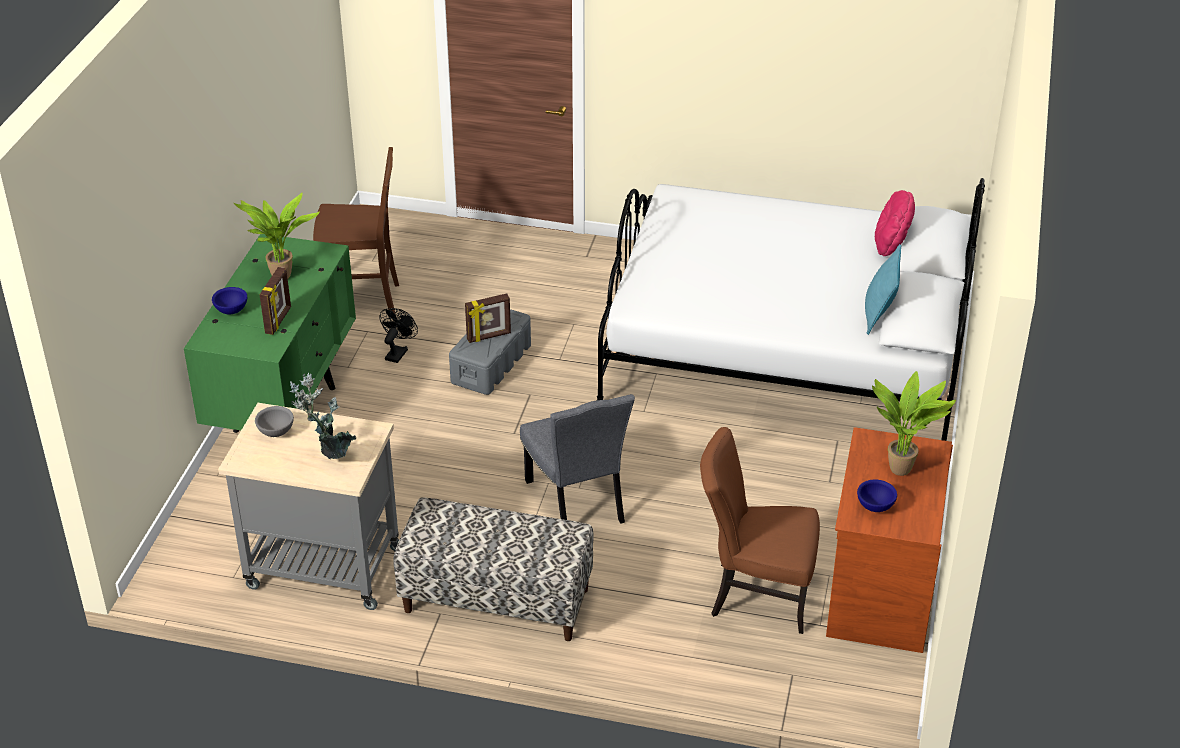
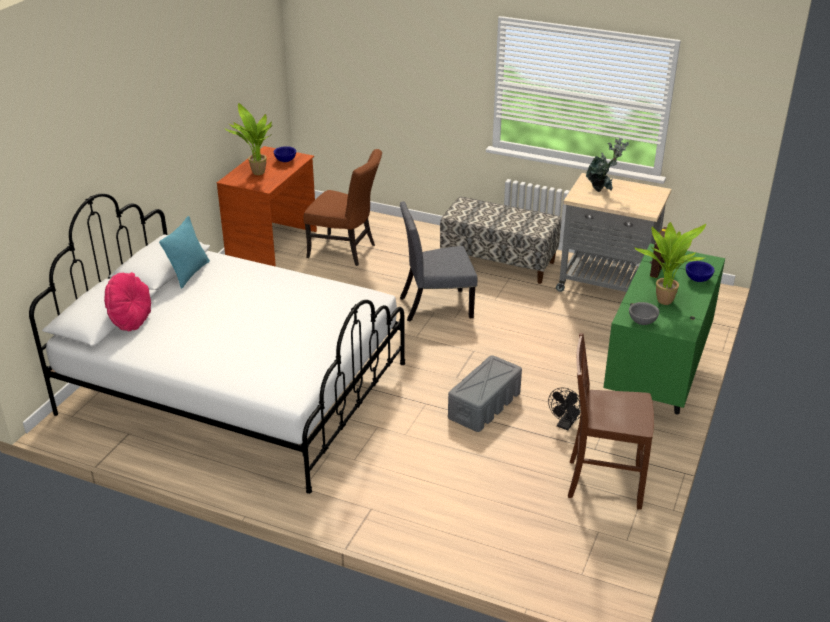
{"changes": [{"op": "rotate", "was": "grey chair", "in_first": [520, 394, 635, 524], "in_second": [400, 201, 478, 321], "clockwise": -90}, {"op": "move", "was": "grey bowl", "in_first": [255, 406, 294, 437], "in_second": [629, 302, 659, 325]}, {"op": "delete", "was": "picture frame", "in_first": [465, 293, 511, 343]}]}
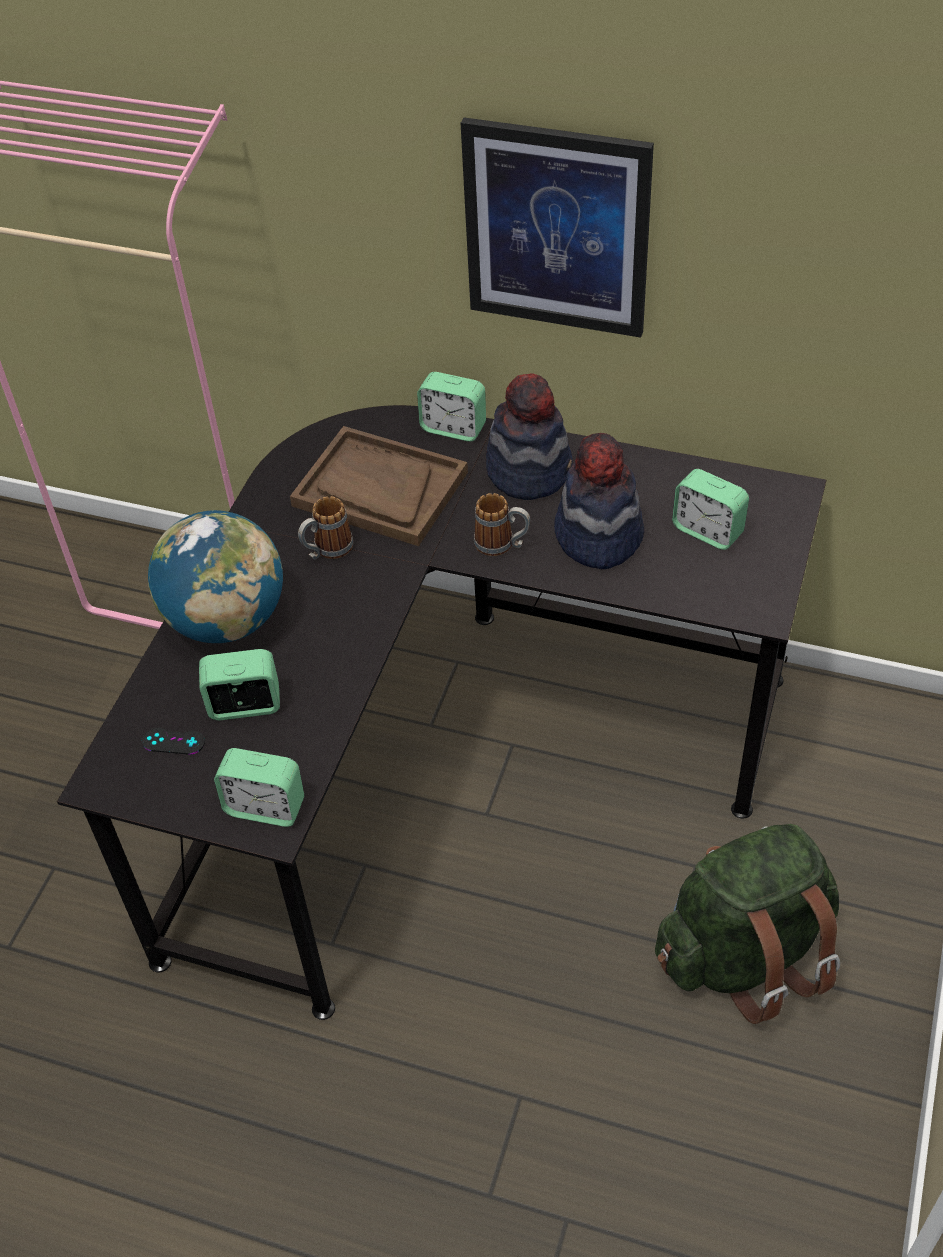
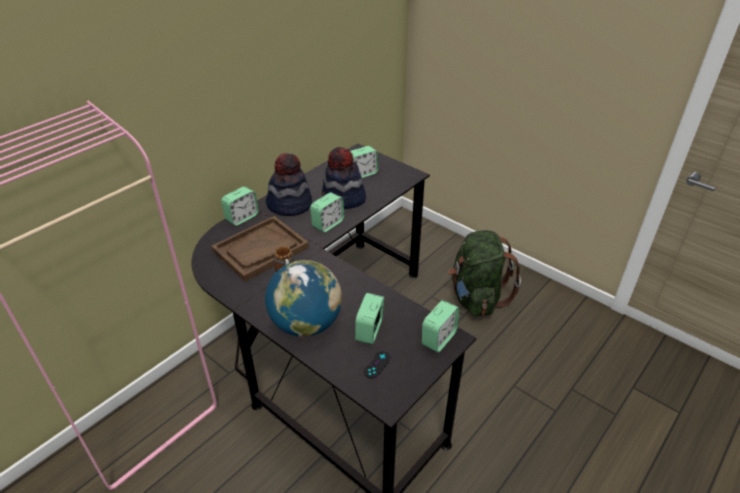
{"changes": [{"op": "replace", "was": "mug", "now": "alarm clock", "in_first": [474, 493, 531, 556], "in_second": [310, 192, 344, 233]}, {"op": "delete", "was": "picture", "in_first": [461, 118, 654, 338]}]}
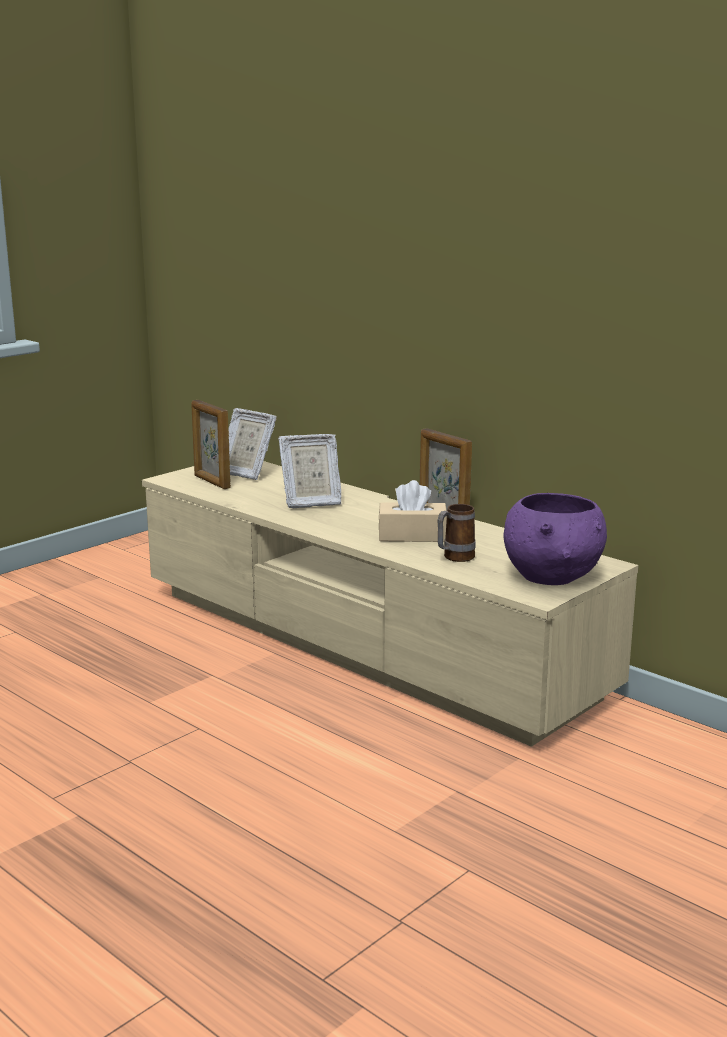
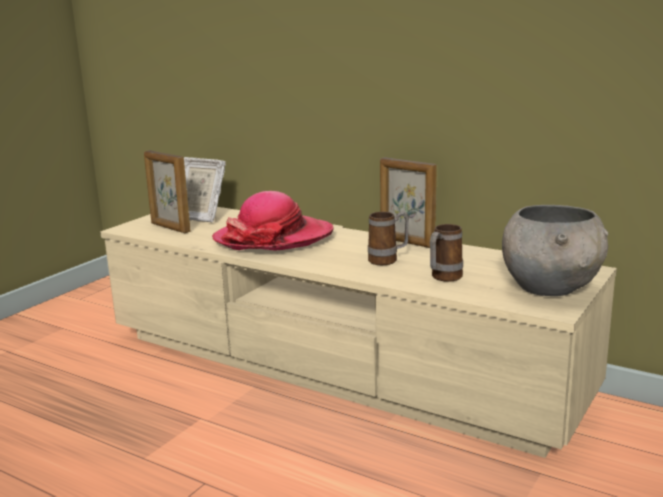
{"changes": [{"op": "replace", "was": "picture frame", "now": "hat", "in_first": [278, 434, 341, 508], "in_second": [212, 191, 334, 251]}, {"op": "replace", "was": "beige tissue box", "now": "mug", "in_first": [378, 480, 447, 542], "in_second": [368, 211, 409, 265]}, {"op": "recolor", "was": "purple bowl", "now": "grey bowl", "in_first": [504, 493, 607, 585], "in_second": [502, 205, 608, 296]}]}
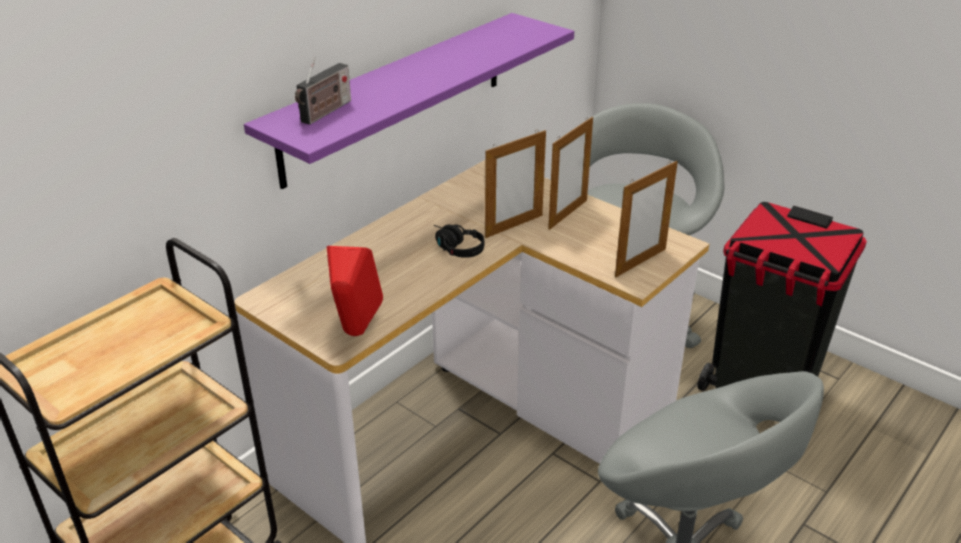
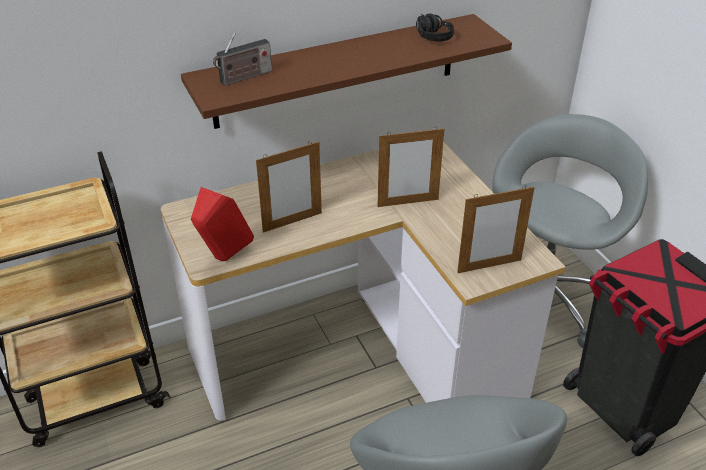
{"changes": [{"op": "recolor", "was": "purple shelf", "now": "brown shelf", "in_first": [244, 13, 574, 189], "in_second": [181, 14, 512, 129]}, {"op": "move", "was": "picture frame", "in_first": [548, 117, 593, 230], "in_second": [256, 141, 322, 232]}, {"op": "move", "was": "black headphones", "in_first": [434, 225, 484, 258], "in_second": [416, 13, 454, 42]}]}
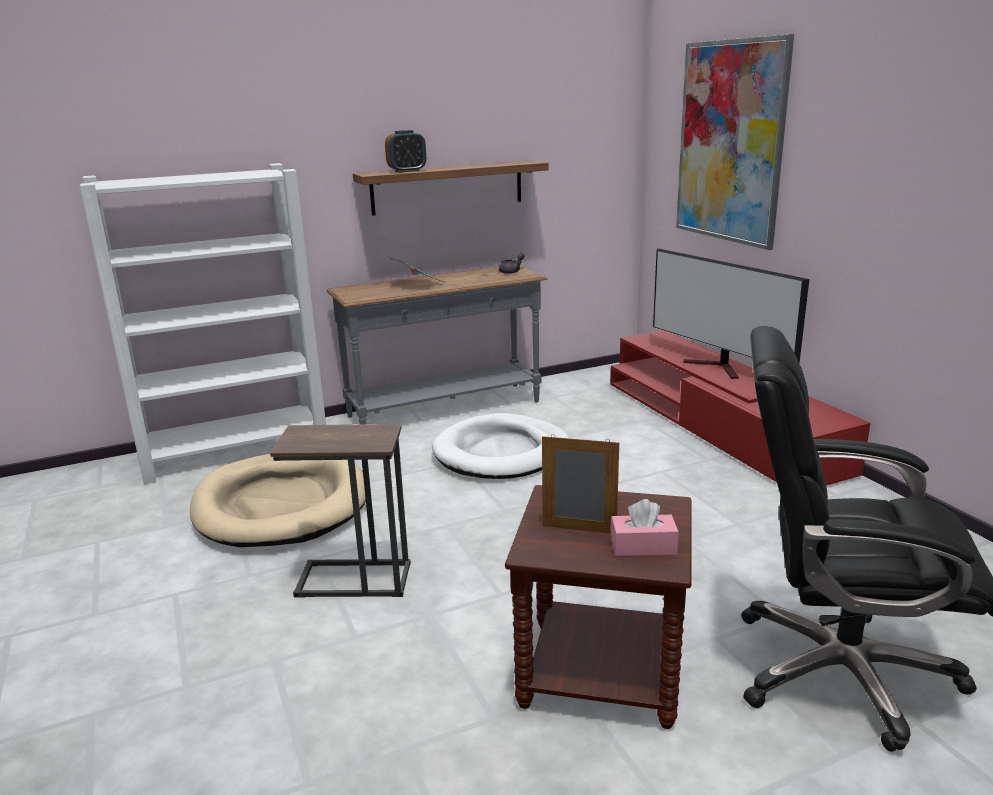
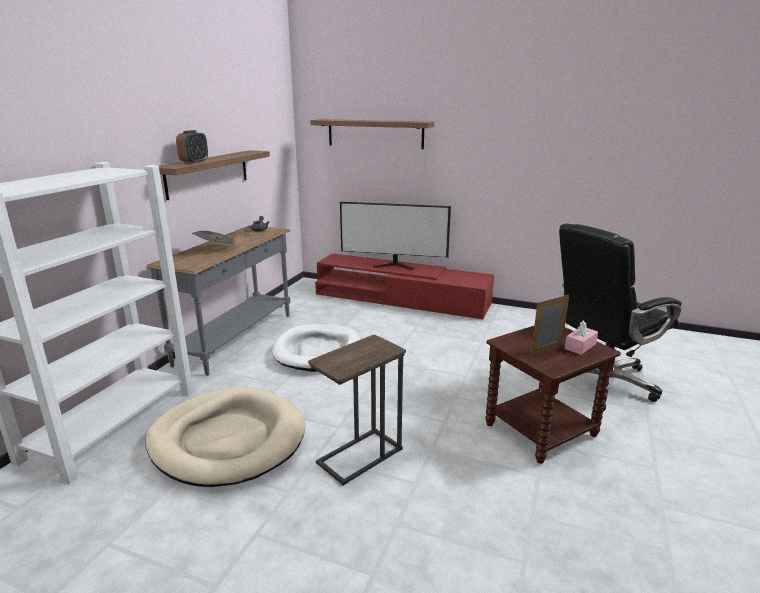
{"changes": [{"op": "replace", "was": "picture", "now": "shelf", "in_first": [676, 34, 794, 250], "in_second": [310, 119, 434, 149]}]}
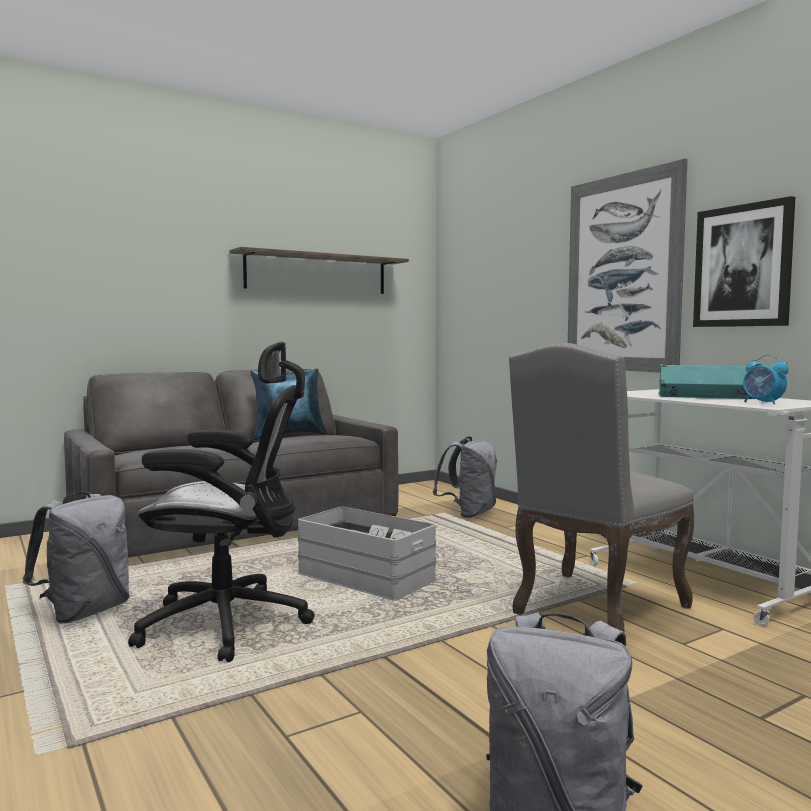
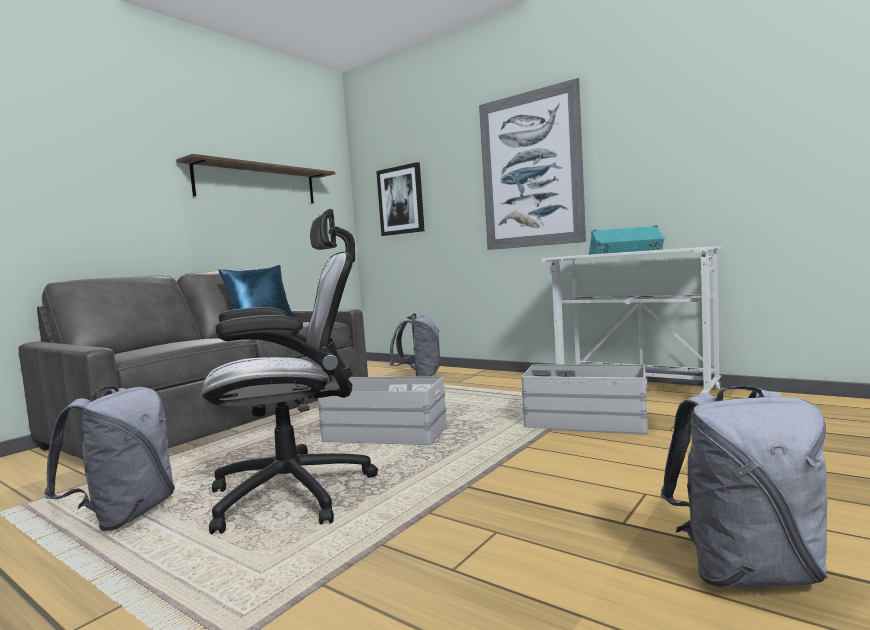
{"changes": [{"op": "move", "was": "picture", "in_first": [693, 196, 795, 327], "in_second": [376, 162, 425, 236]}, {"op": "replace", "was": "grey chair", "now": "grey storage box", "in_first": [509, 343, 694, 632], "in_second": [521, 364, 648, 435]}, {"op": "delete", "was": "alarm clock", "in_first": [743, 354, 789, 404]}]}
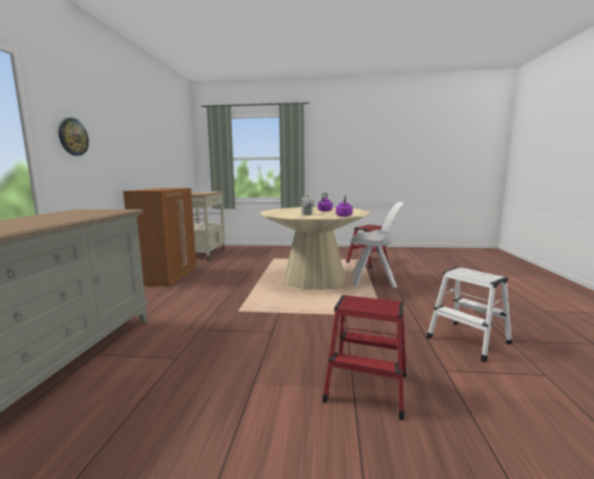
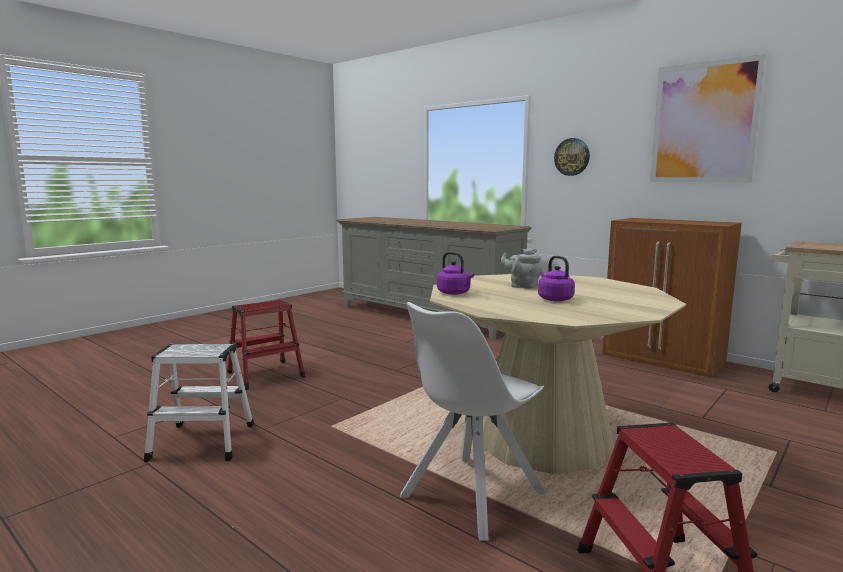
{"changes": [{"op": "insert", "now": "picture", "in_second": [650, 54, 766, 183]}]}
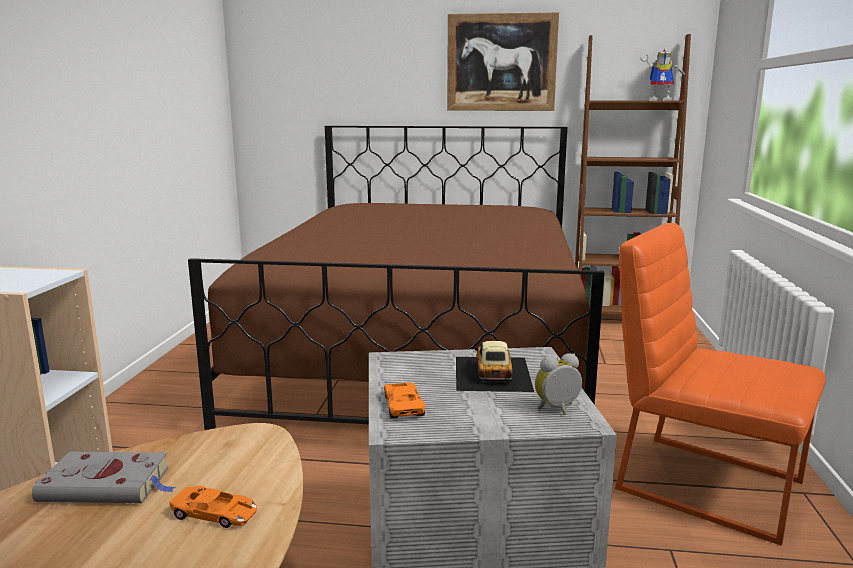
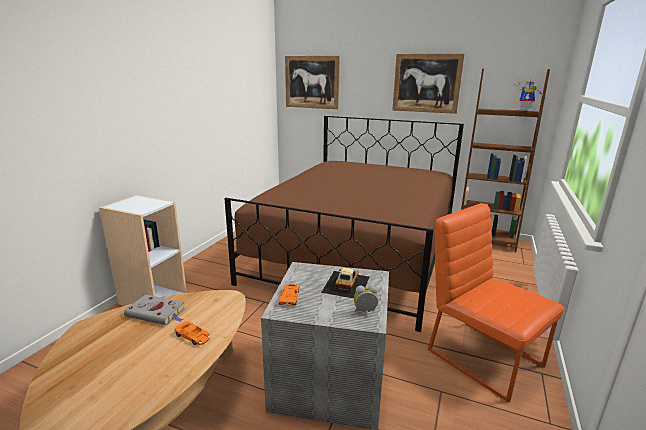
{"changes": [{"op": "insert", "now": "picture", "in_second": [285, 56, 340, 109]}]}
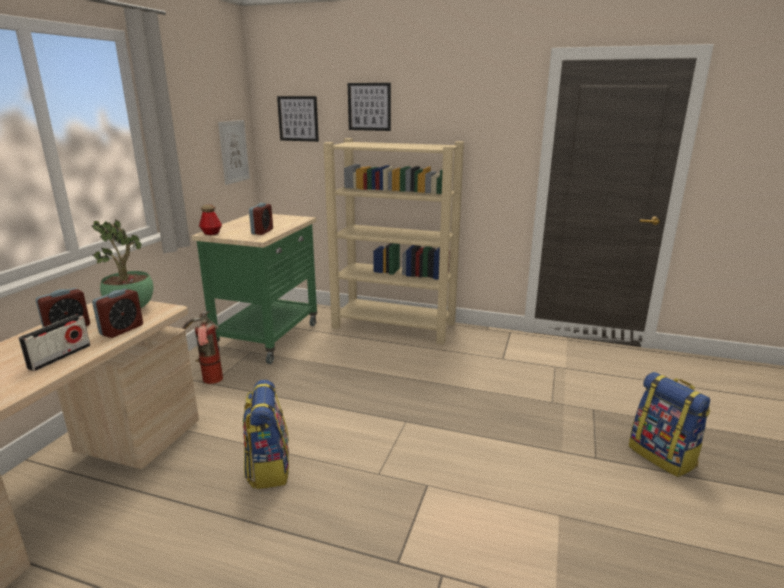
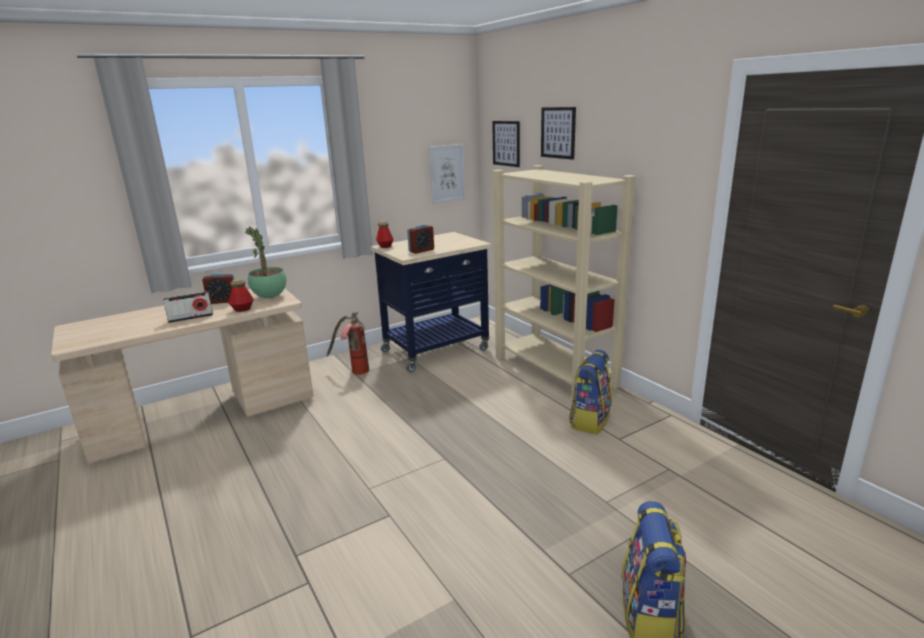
{"changes": [{"op": "replace", "was": "alarm clock", "now": "bottle", "in_first": [92, 289, 143, 338], "in_second": [228, 279, 254, 312]}, {"op": "recolor", "was": "green cart", "now": "blue cart", "in_first": [192, 214, 317, 364], "in_second": [371, 232, 492, 373]}, {"op": "move", "was": "backpack", "in_first": [243, 380, 289, 489], "in_second": [569, 350, 612, 434]}]}
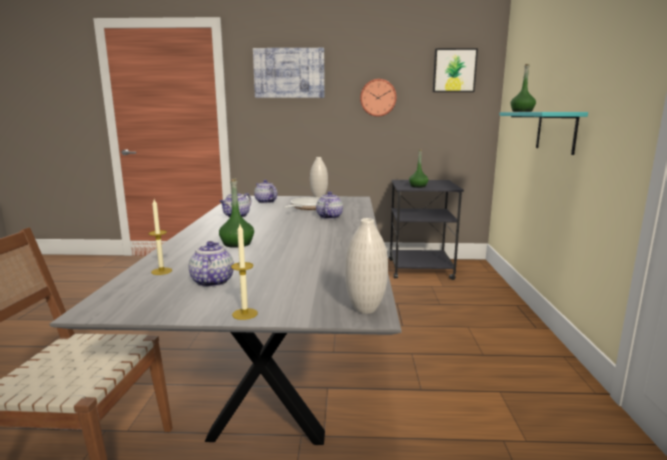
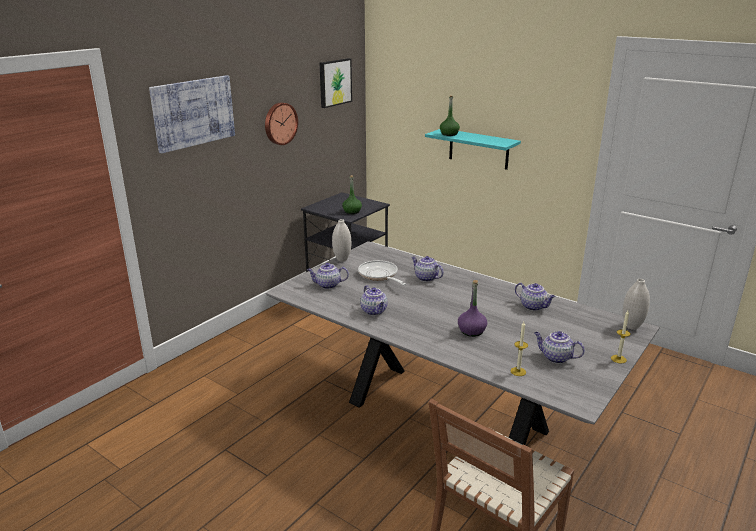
{"changes": [{"op": "recolor", "was": "green bottle", "now": "purple bottle", "in_first": [219, 178, 254, 248], "in_second": [458, 280, 487, 337]}, {"op": "insert", "now": "teapot", "in_second": [515, 283, 556, 311]}]}
